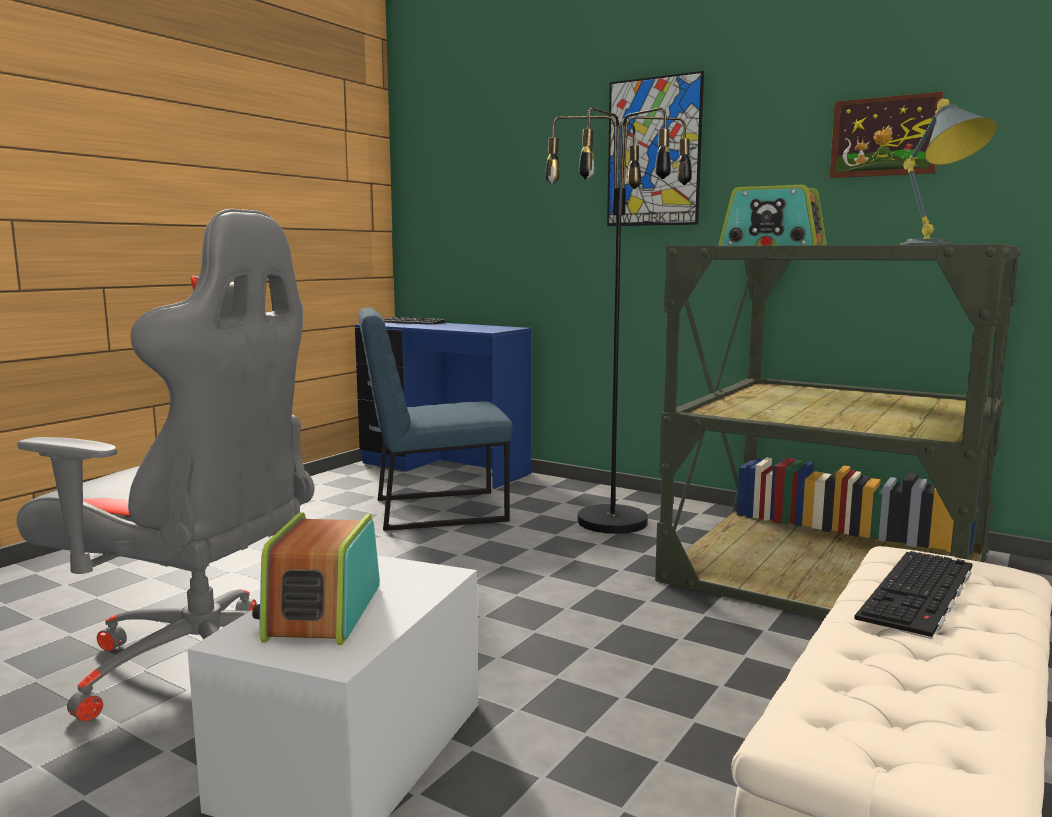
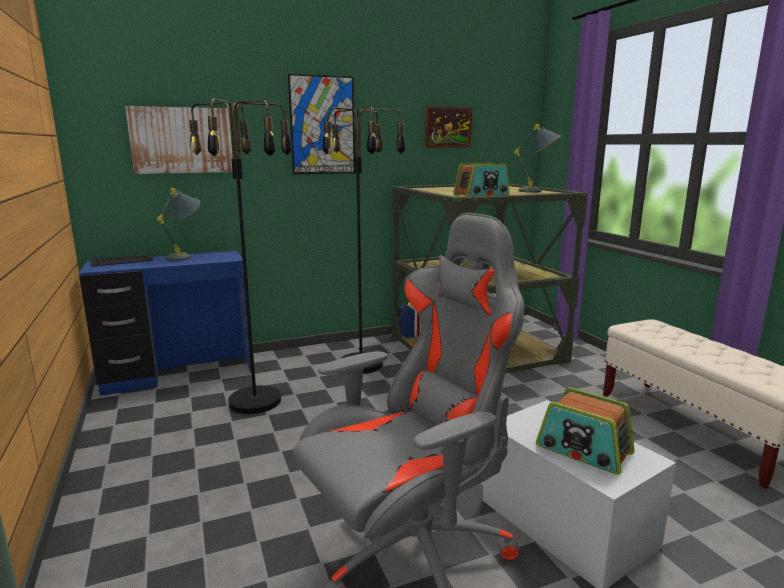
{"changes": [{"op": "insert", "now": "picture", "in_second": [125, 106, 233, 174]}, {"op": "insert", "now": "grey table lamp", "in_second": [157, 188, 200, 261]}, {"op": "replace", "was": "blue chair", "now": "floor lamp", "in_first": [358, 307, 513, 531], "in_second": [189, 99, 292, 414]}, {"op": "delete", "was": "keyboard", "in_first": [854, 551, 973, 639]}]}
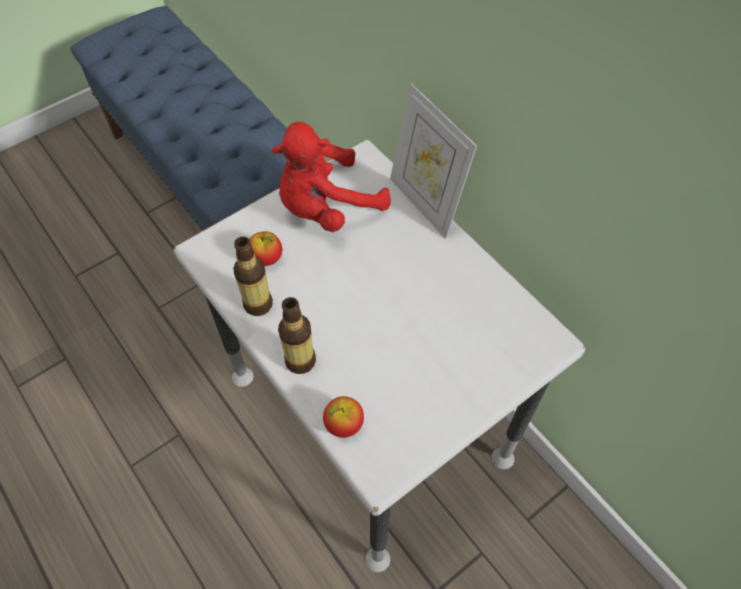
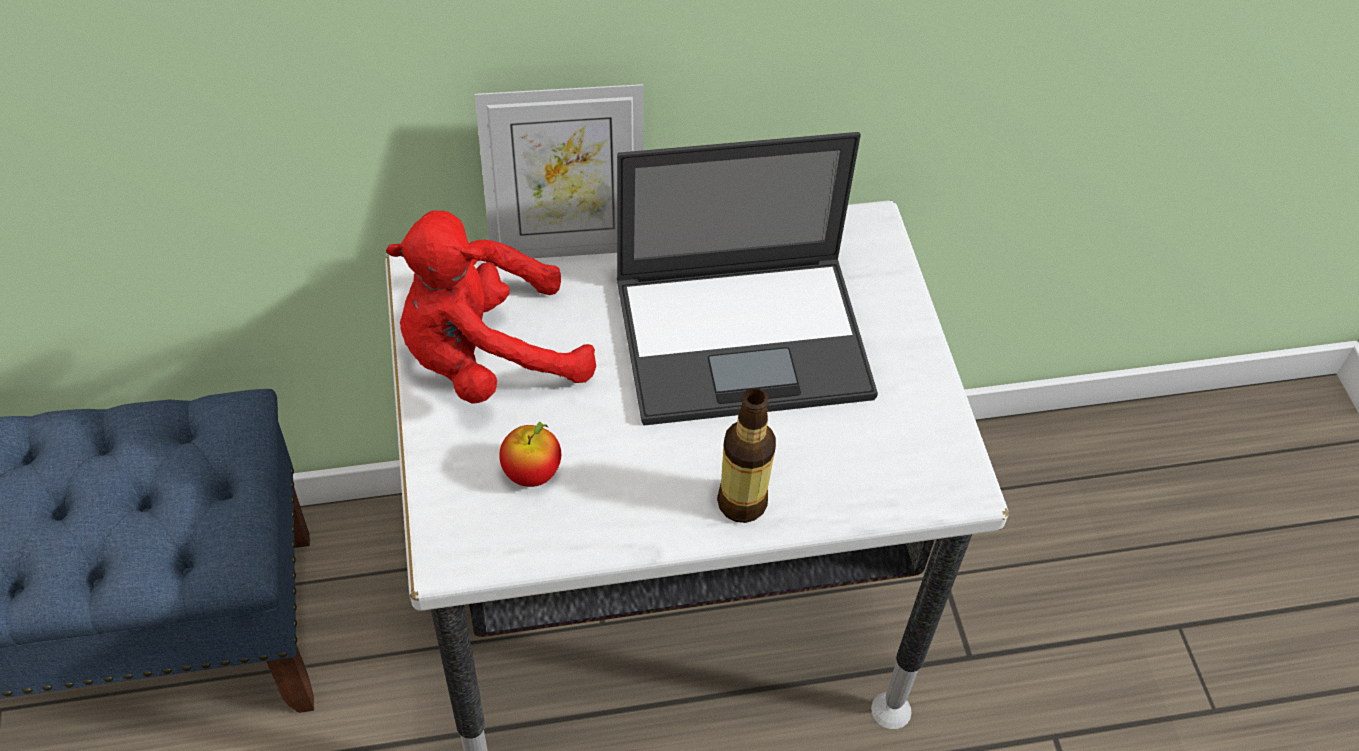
{"changes": [{"op": "rotate", "was": "red plush toy", "in_first": [271, 122, 391, 232], "in_second": [386, 210, 596, 404], "clockwise": 75}, {"op": "insert", "now": "laptop", "in_second": [617, 132, 878, 425]}, {"op": "delete", "was": "bottle", "in_first": [233, 236, 273, 316]}, {"op": "delete", "was": "apple", "in_first": [323, 396, 364, 438]}]}
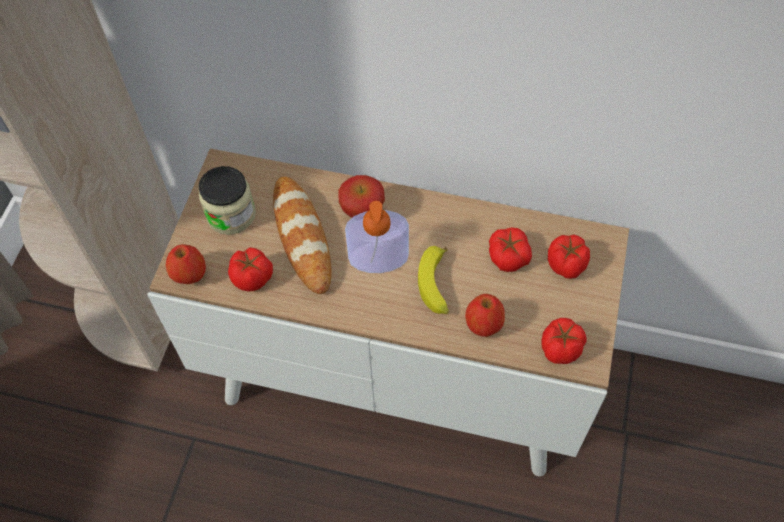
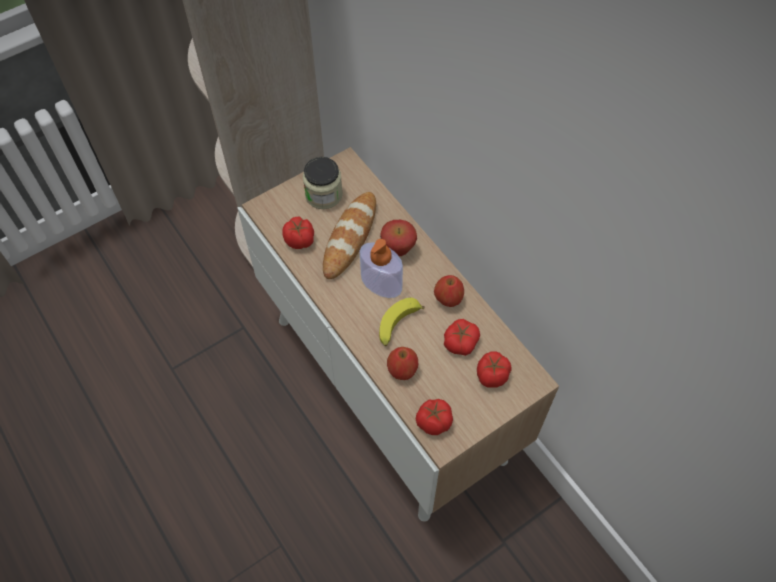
{"changes": [{"op": "move", "was": "apple", "in_first": [166, 244, 206, 284], "in_second": [434, 275, 464, 307]}]}
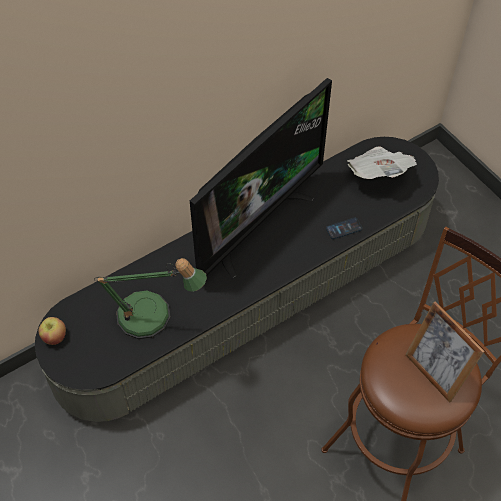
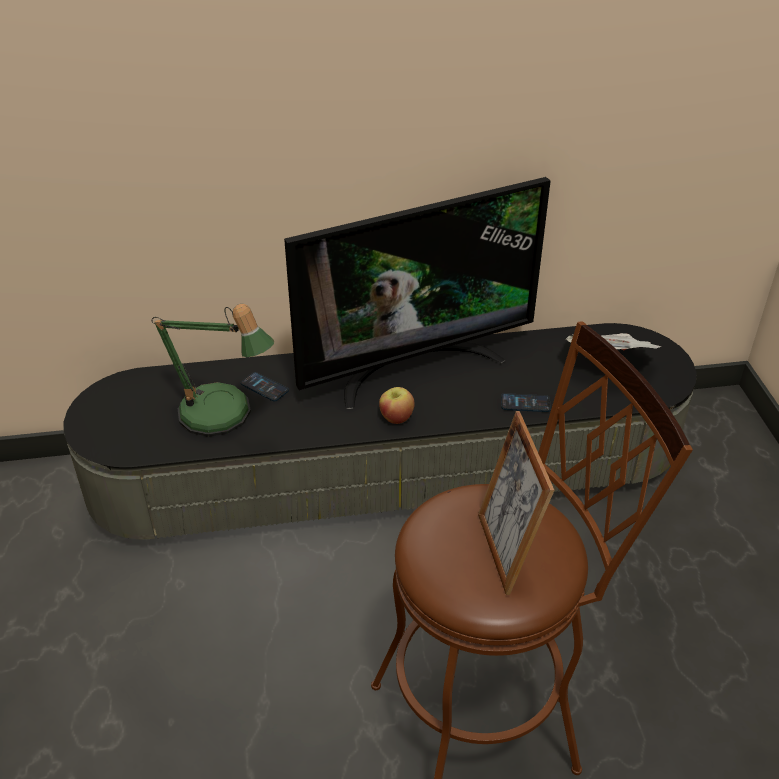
{"changes": [{"op": "insert", "now": "phone", "in_second": [241, 372, 289, 402]}, {"op": "move", "was": "apple", "in_first": [38, 317, 66, 345], "in_second": [379, 387, 415, 424]}]}
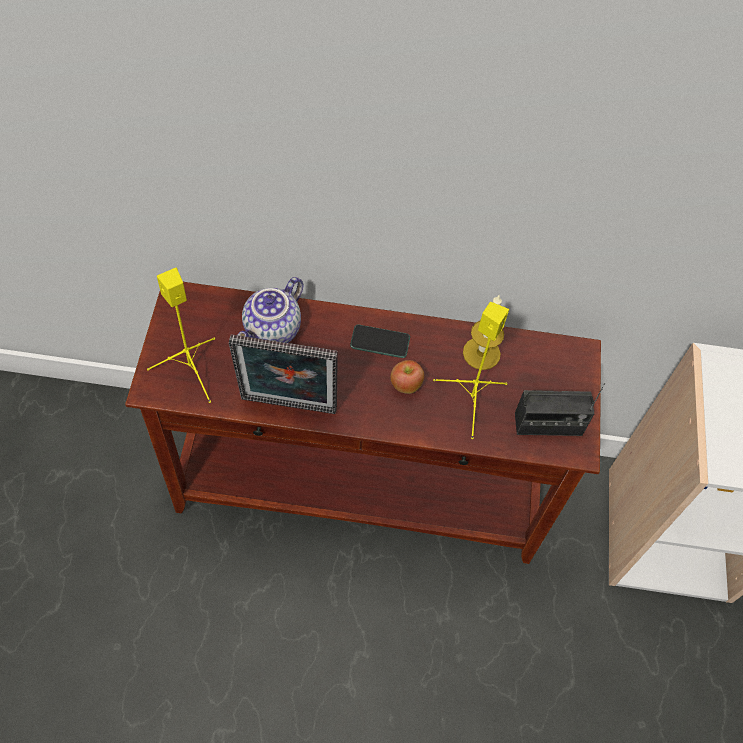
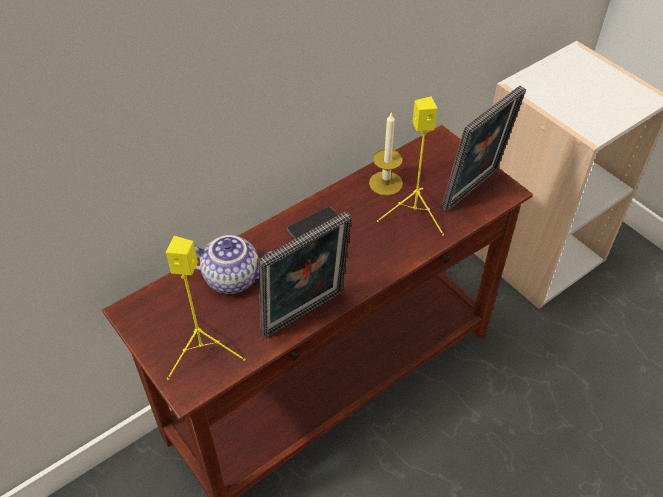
{"changes": [{"op": "rotate", "was": "teapot", "in_first": [238, 277, 303, 343], "in_second": [194, 235, 272, 294], "clockwise": -75}, {"op": "replace", "was": "radio", "now": "picture frame", "in_first": [515, 383, 605, 436], "in_second": [441, 86, 526, 212]}, {"op": "delete", "was": "apple", "in_first": [391, 360, 424, 394]}]}
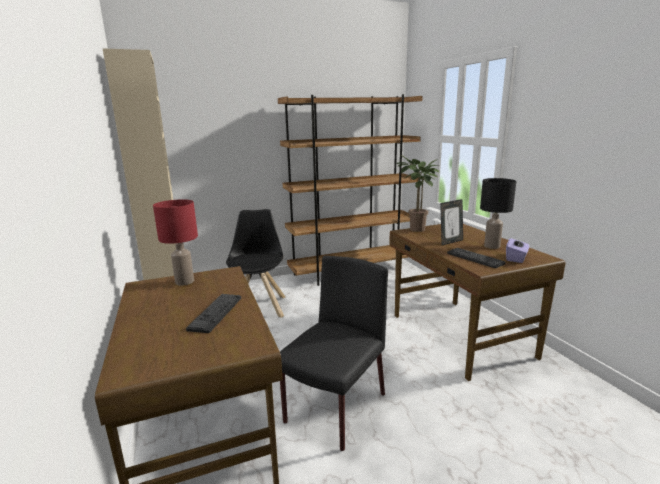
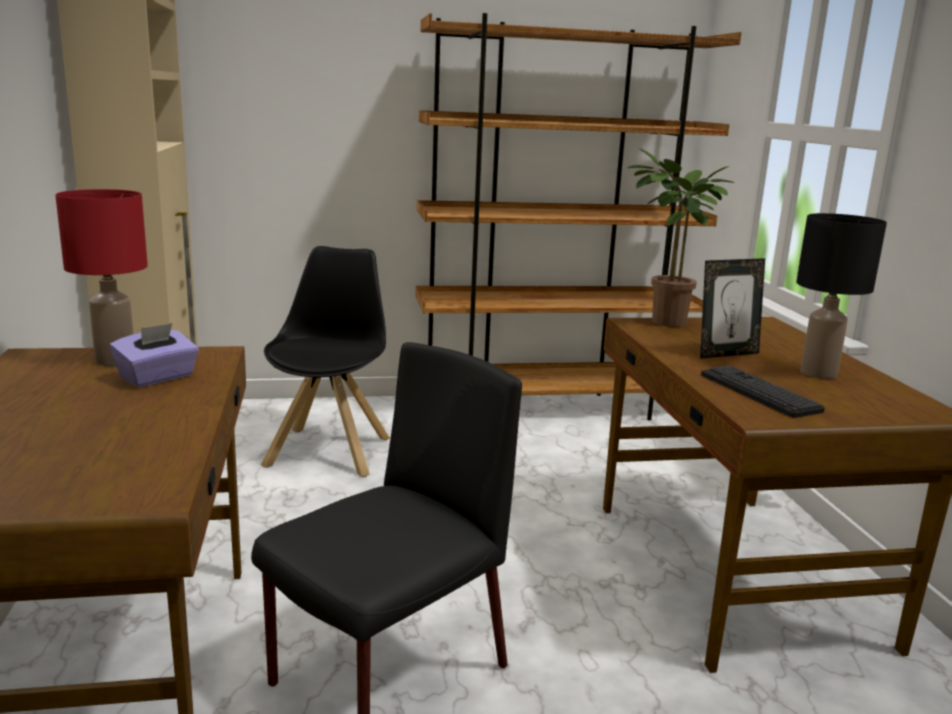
{"changes": [{"op": "move", "was": "purple tissue box", "in_first": [506, 237, 530, 263], "in_second": [110, 323, 199, 387]}, {"op": "delete", "was": "keyboard", "in_first": [186, 294, 241, 333]}]}
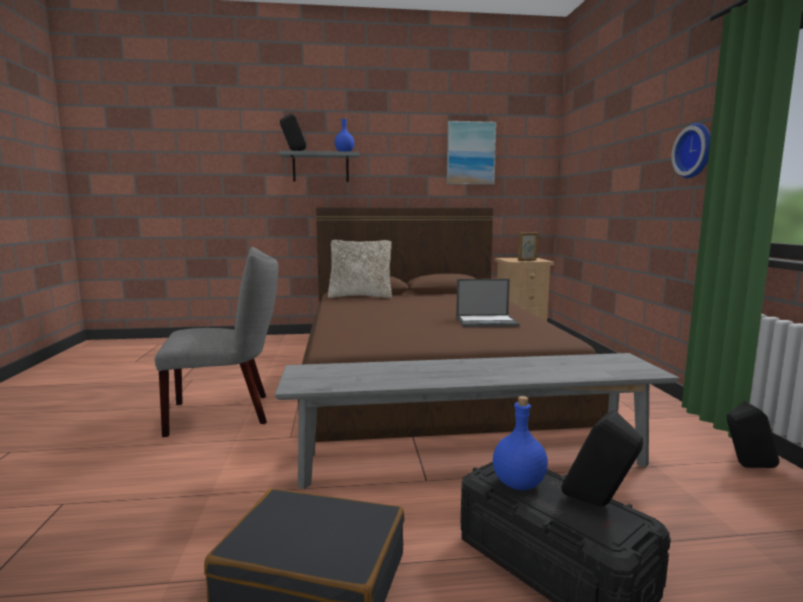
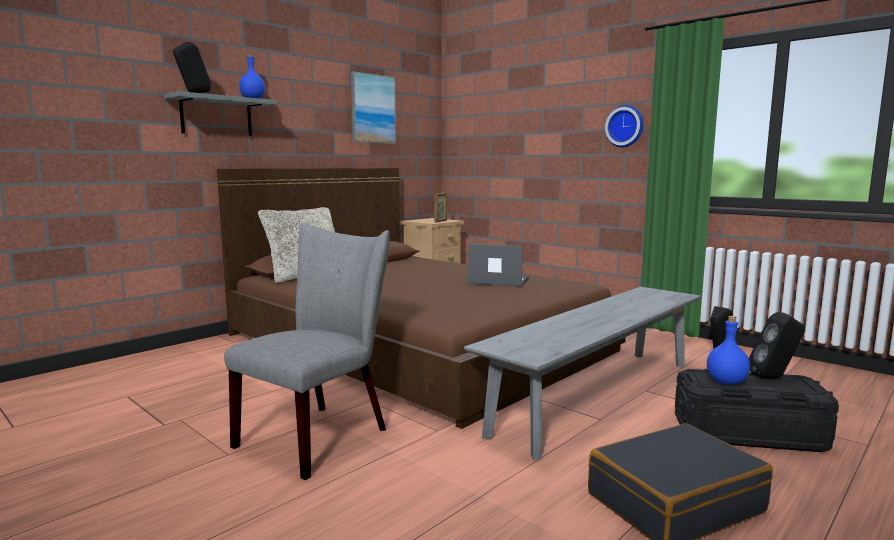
{"changes": [{"op": "rotate", "was": "laptop", "in_first": [456, 279, 520, 327], "in_second": [468, 244, 529, 287], "clockwise": -120}]}
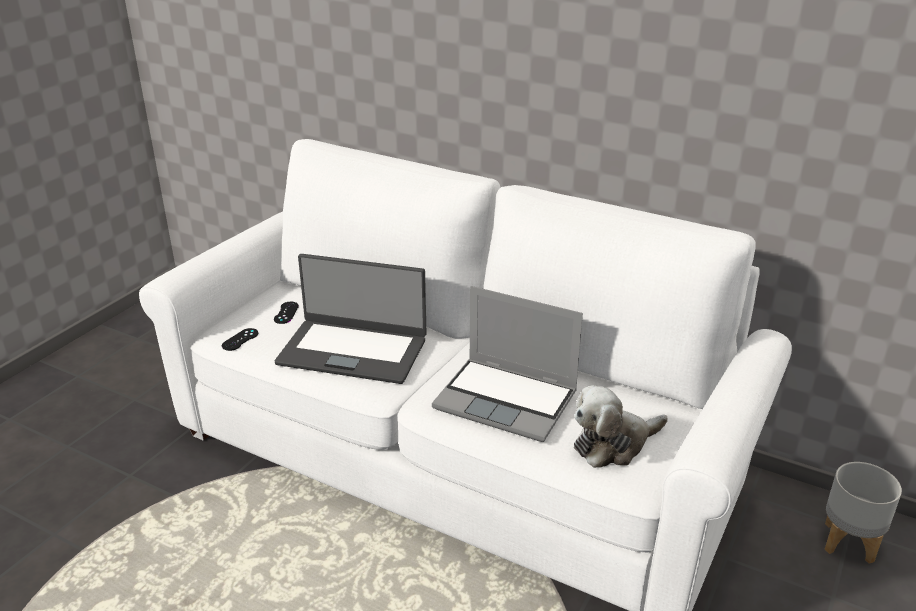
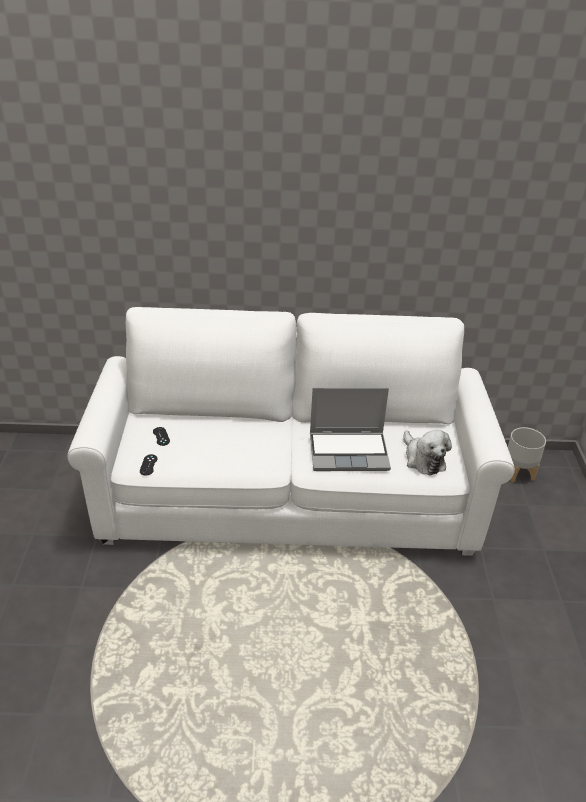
{"changes": [{"op": "rotate", "was": "plush toy", "in_first": [574, 385, 668, 468], "in_second": [404, 430, 452, 475], "clockwise": -60}, {"op": "delete", "was": "laptop", "in_first": [275, 254, 427, 384]}]}
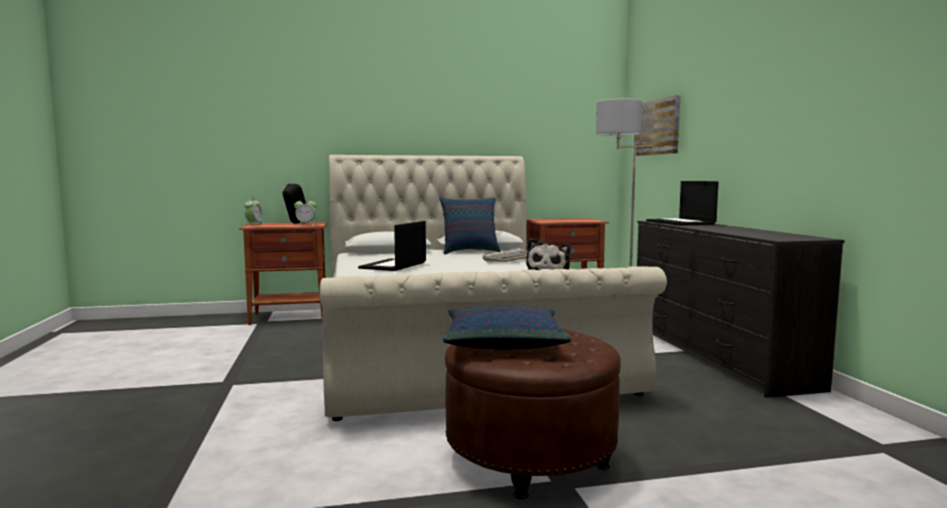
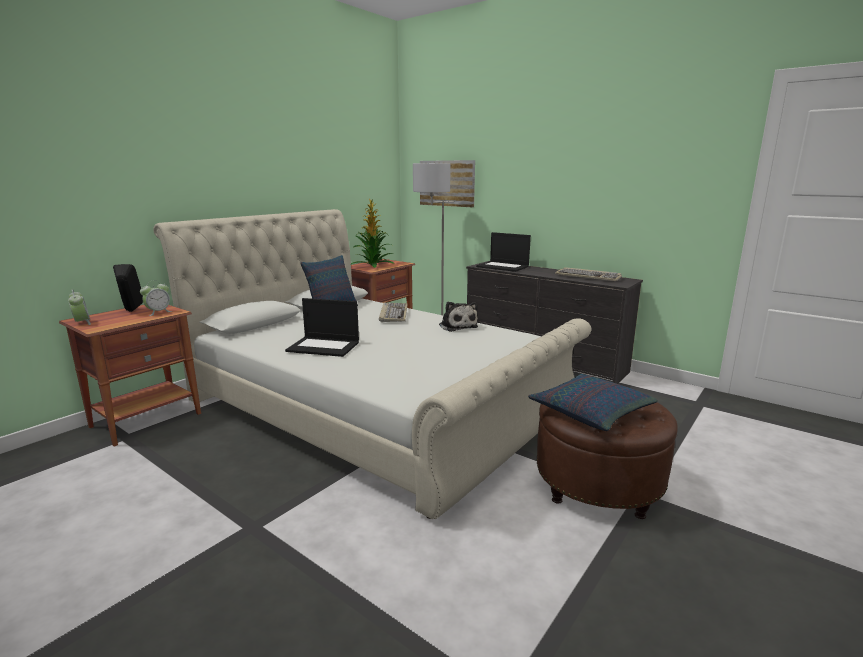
{"changes": [{"op": "rotate", "was": "laptop", "in_first": [358, 221, 426, 271], "in_second": [285, 298, 359, 357], "clockwise": -60}, {"op": "insert", "now": "potted plant", "in_second": [351, 199, 395, 268]}, {"op": "insert", "now": "keyboard", "in_second": [555, 267, 622, 281]}]}
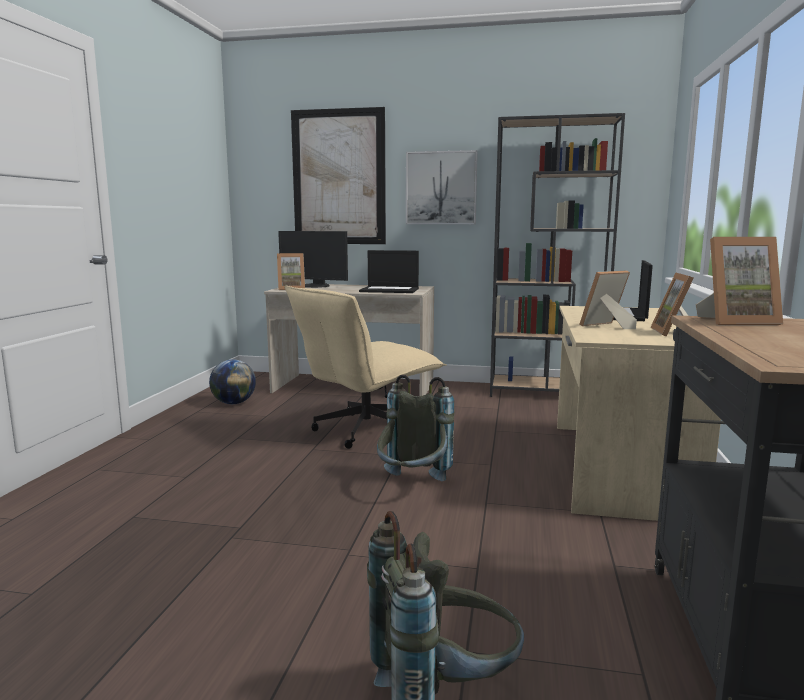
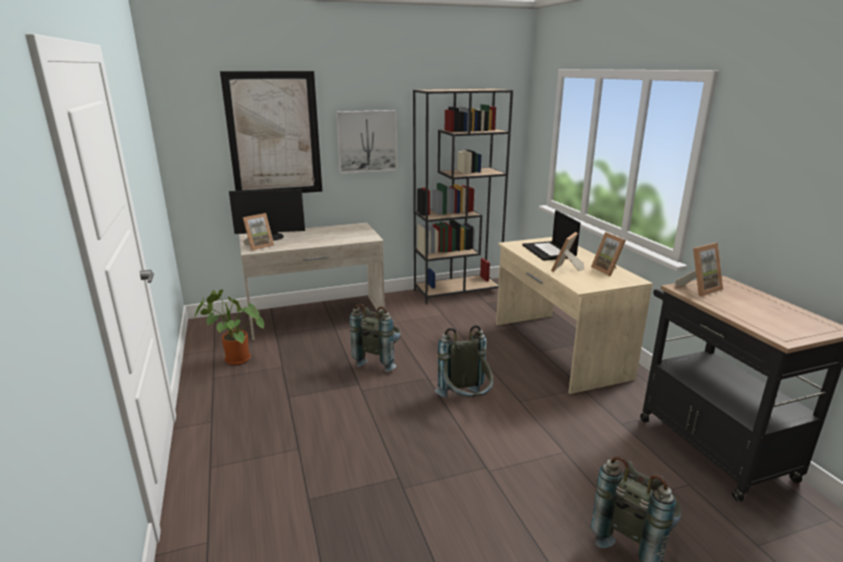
{"changes": [{"op": "replace", "was": "globe", "now": "potted plant", "in_first": [209, 359, 256, 404], "in_second": [195, 290, 264, 365]}, {"op": "replace", "was": "beige office chair", "now": "grey backpack", "in_first": [284, 286, 447, 449], "in_second": [350, 303, 401, 372]}, {"op": "delete", "was": "laptop", "in_first": [359, 250, 419, 293]}]}
